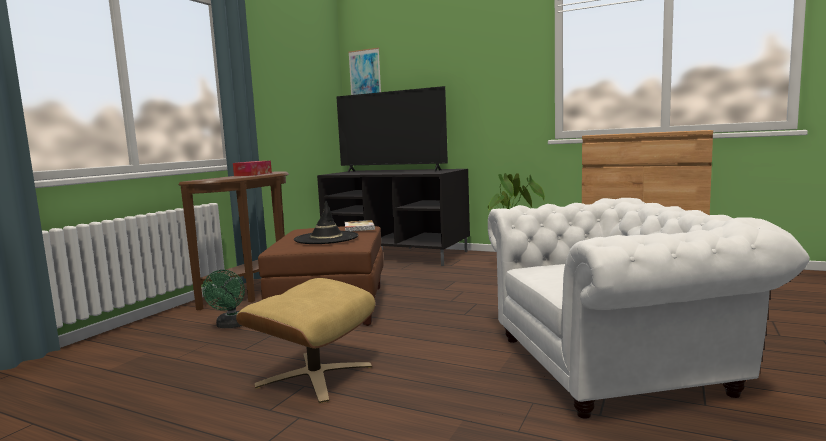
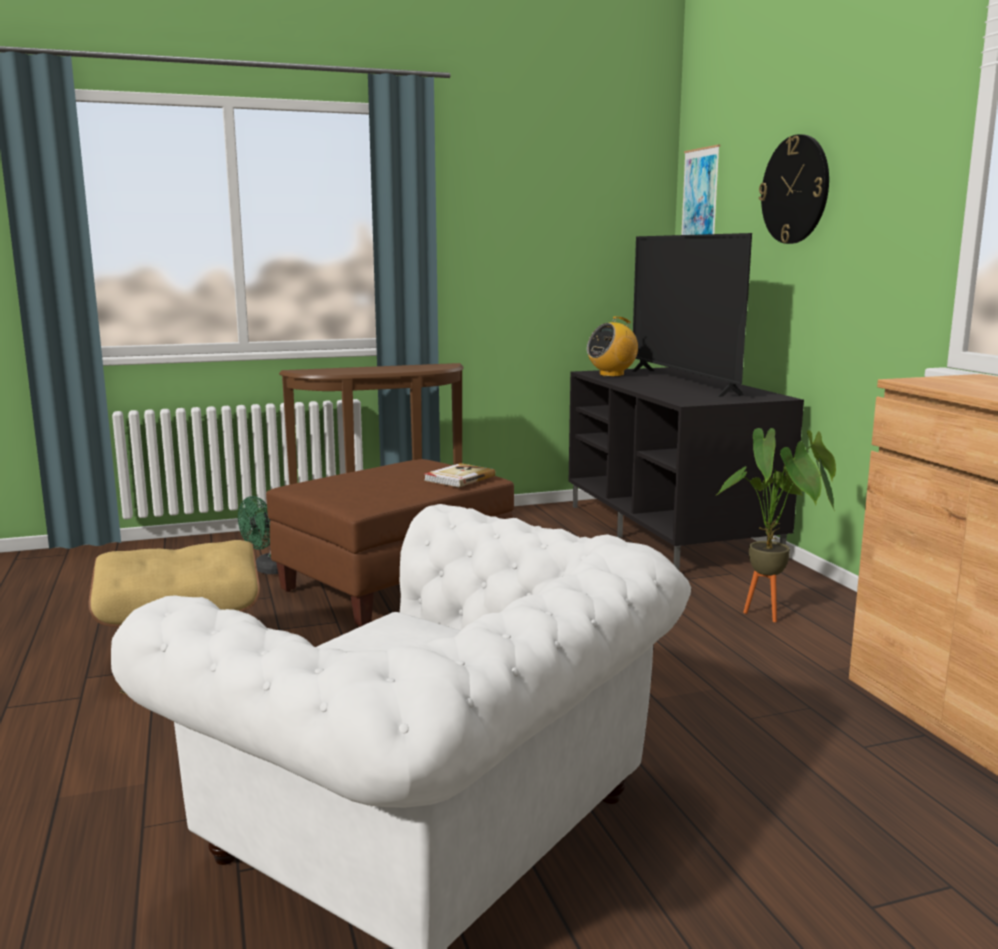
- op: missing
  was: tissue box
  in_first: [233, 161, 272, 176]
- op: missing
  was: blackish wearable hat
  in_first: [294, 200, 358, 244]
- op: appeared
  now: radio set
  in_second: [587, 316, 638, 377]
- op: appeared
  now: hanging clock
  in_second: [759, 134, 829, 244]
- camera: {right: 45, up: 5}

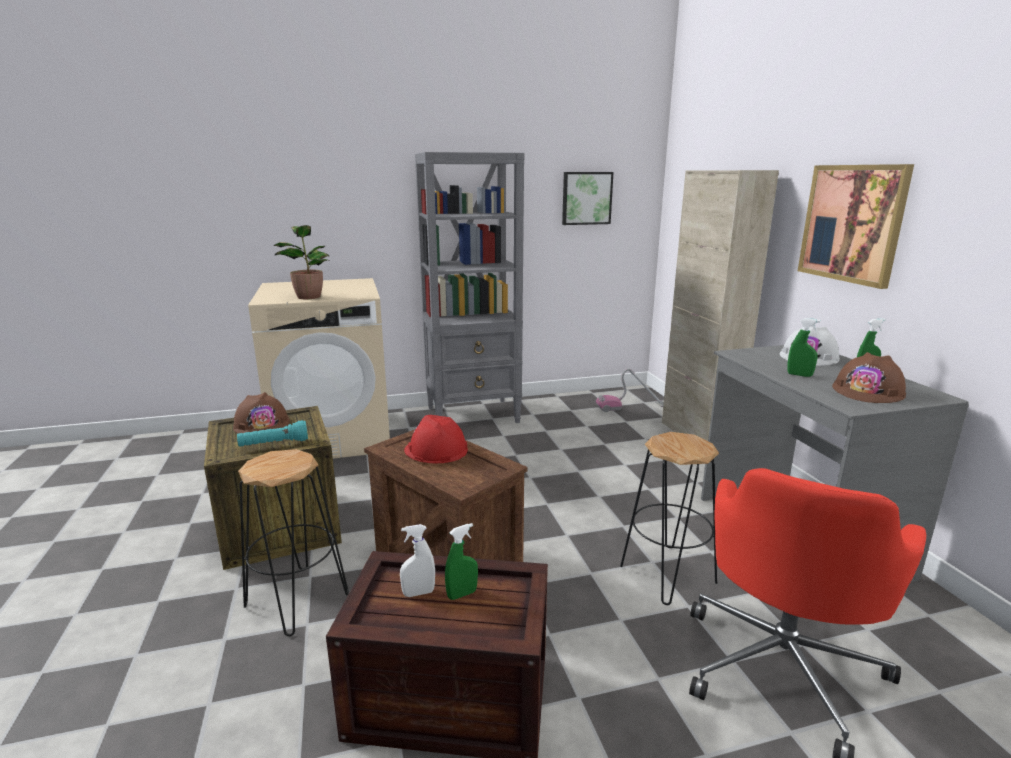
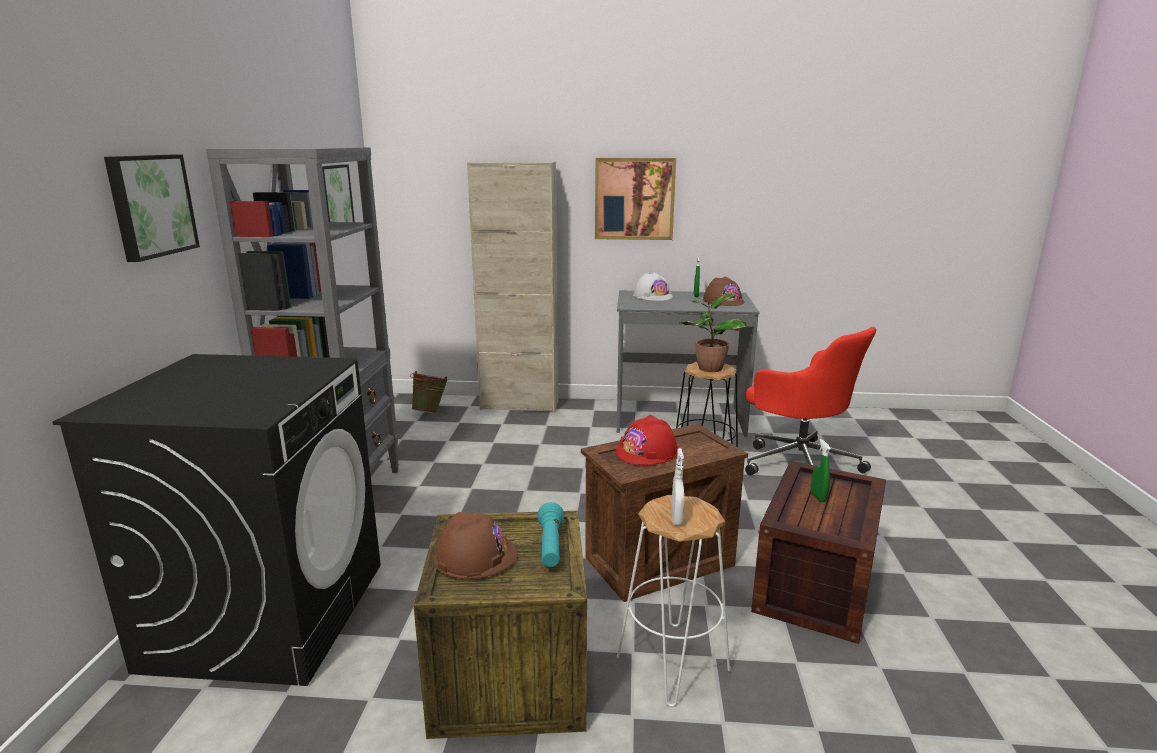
- op: missing
  was: greenish sprayer
  in_first: [787, 318, 820, 377]
- op: appeared
  now: wall art
  in_second: [104, 155, 200, 262]
- op: relocated
  was: houseplant
  in_first: [274, 225, 330, 299]
  in_second: [680, 294, 746, 372]
- op: relocated
  was: white sprayer
  in_first: [400, 524, 435, 597]
  in_second: [671, 448, 684, 526]
- op: exchanged
  was: vacuum cleaner
  now: greenish pail
  in_first: [596, 368, 664, 412]
  in_second: [410, 371, 448, 413]
- op: colour
  was: blackish sitting stool
  now: white sitting stool
  in_first: [238, 449, 349, 636]
  in_second: [617, 495, 730, 707]
- op: colour
  was: beige laundry machine
  now: blackish laundry machine
  in_first: [248, 278, 390, 459]
  in_second: [52, 354, 381, 686]
- camera: {right: -70, up: 0}

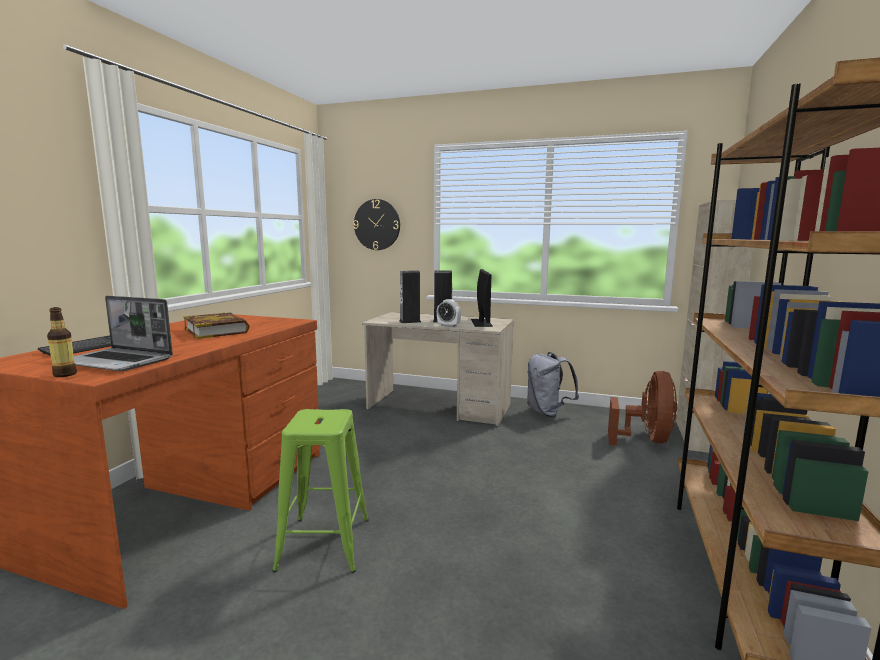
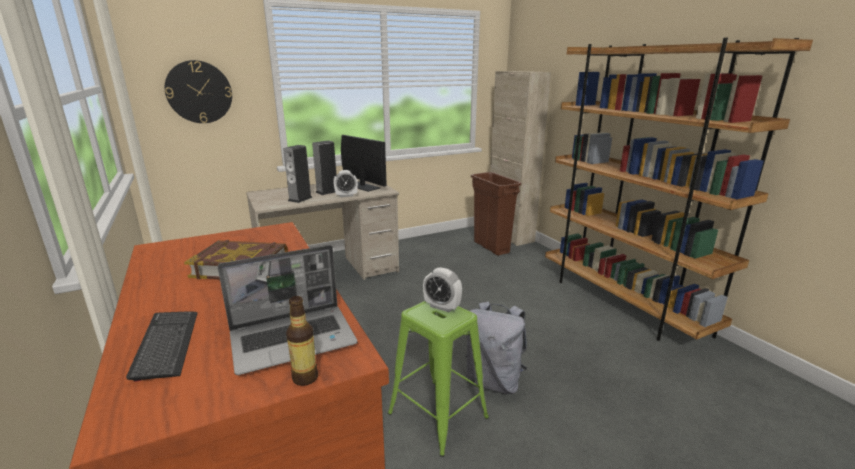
- op: appeared
  now: alarm clock
  in_second: [423, 267, 462, 312]
- op: relocated
  was: greyish backpack
  in_first: [527, 352, 579, 417]
  in_second: [465, 302, 527, 394]
- op: exchanged
  was: brownish cooling fan
  now: brownish rubbish bin
  in_first: [608, 371, 677, 446]
  in_second: [471, 172, 522, 256]
- camera: {right: -45, up: 10}

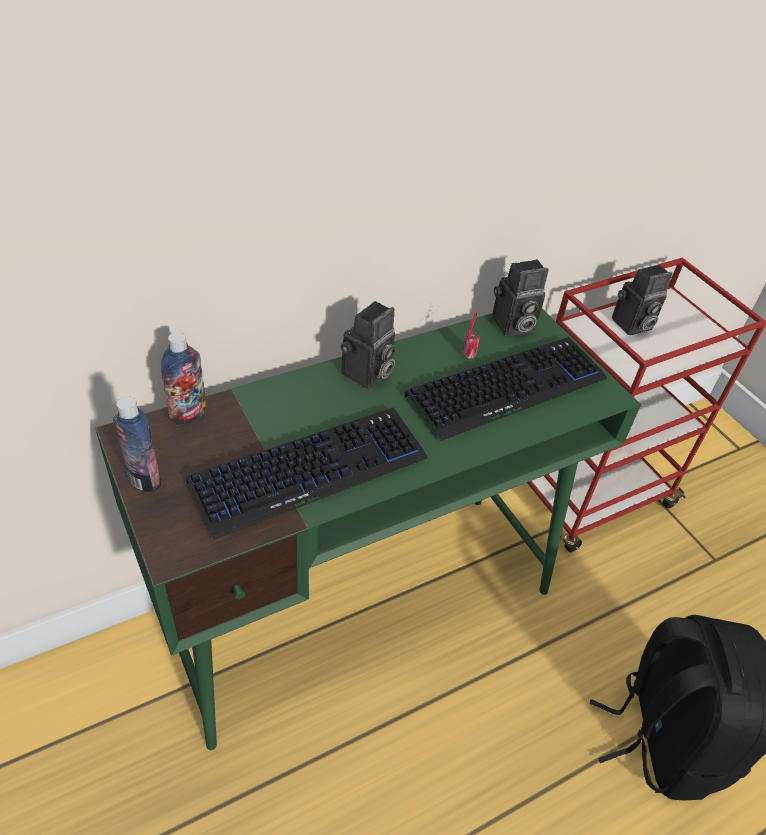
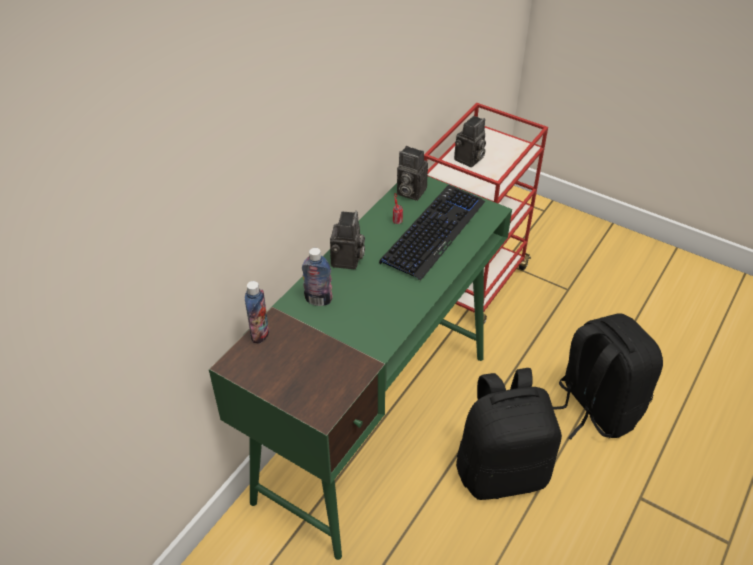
- op: missing
  was: computer keyboard
  in_first: [186, 408, 428, 540]
- op: appeared
  now: blackish backpack
  in_second: [456, 368, 562, 500]
- op: relocated
  was: beverage bottle
  in_first: [113, 396, 162, 492]
  in_second: [302, 248, 333, 306]
- op: spun
  was: still camera
  in_first: [492, 259, 548, 336]
  in_second: [397, 146, 428, 201]
  clockwise: 75
- camera: {right: -25, up: 0}

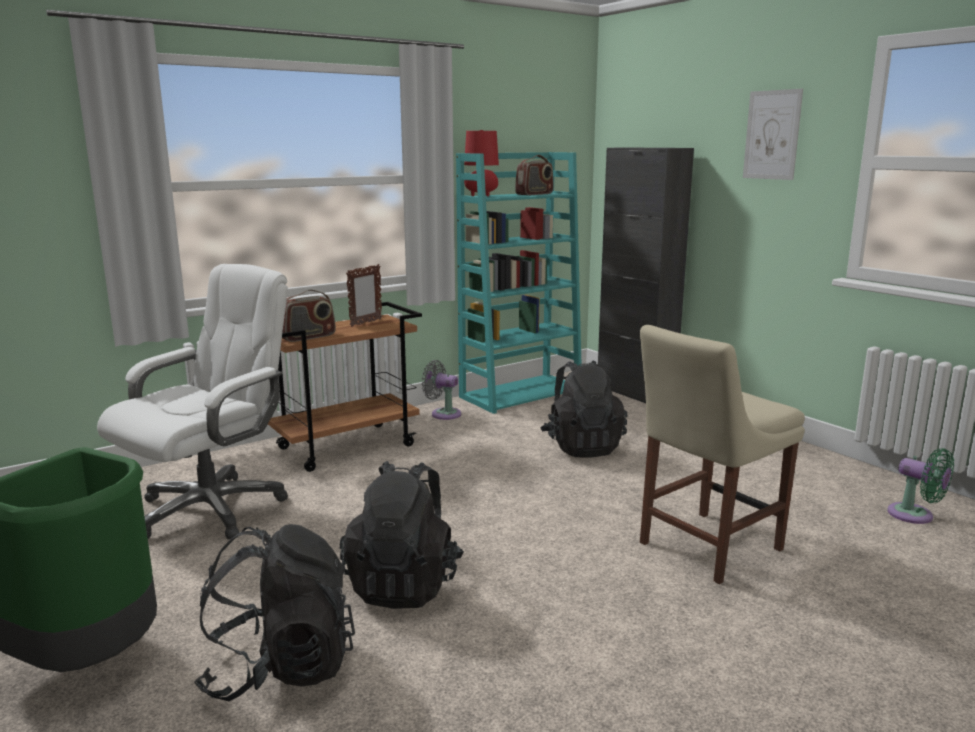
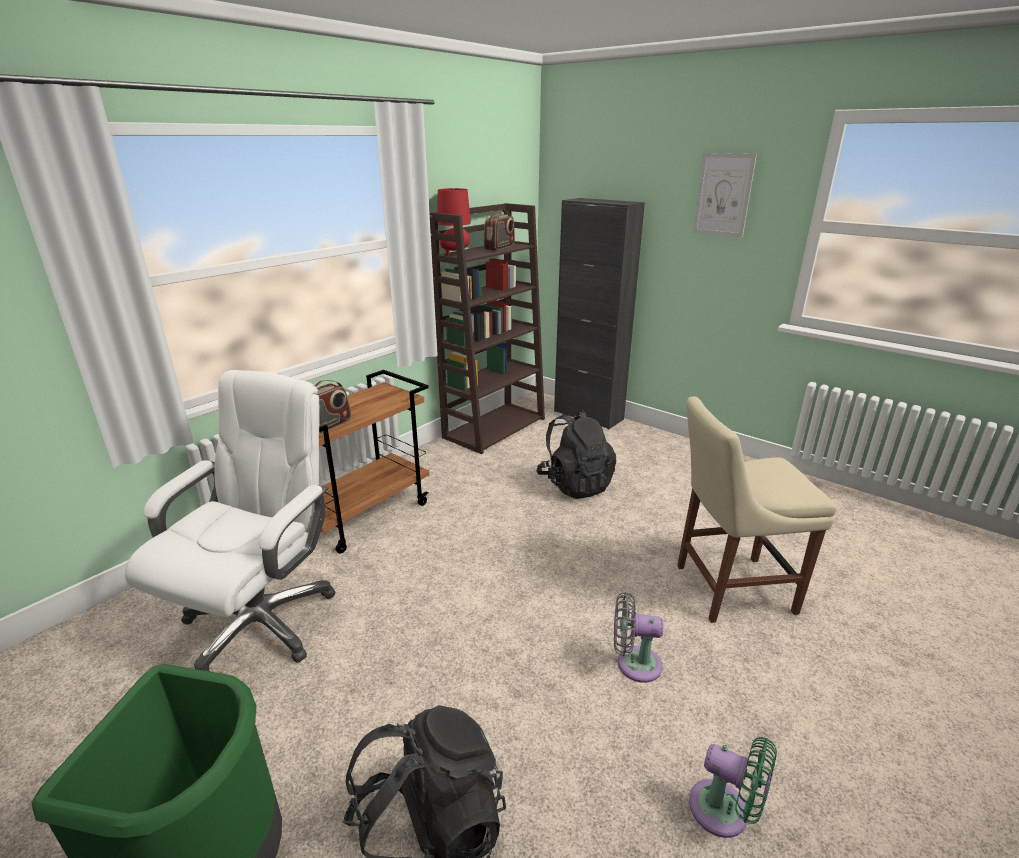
- op: missing
  was: blackish backpack
  in_first: [340, 461, 464, 609]
- op: missing
  was: photo frame
  in_first: [346, 264, 382, 327]
- op: relocated
  was: greyish cooling fan
  in_first: [422, 360, 461, 420]
  in_second: [614, 592, 663, 683]
- op: relocated
  was: greenish cooling fan
  in_first: [887, 448, 954, 524]
  in_second: [689, 737, 777, 838]
- op: colour
  was: blue-green shelving unit
  now: brownish shelving unit
  in_first: [456, 152, 581, 414]
  in_second: [429, 203, 545, 454]
- op: spun
  was: beige upright chair
  in_first: [640, 325, 805, 584]
  in_second: [677, 396, 837, 623]
  clockwise: 45
- camera: {right: -15, up: 10}

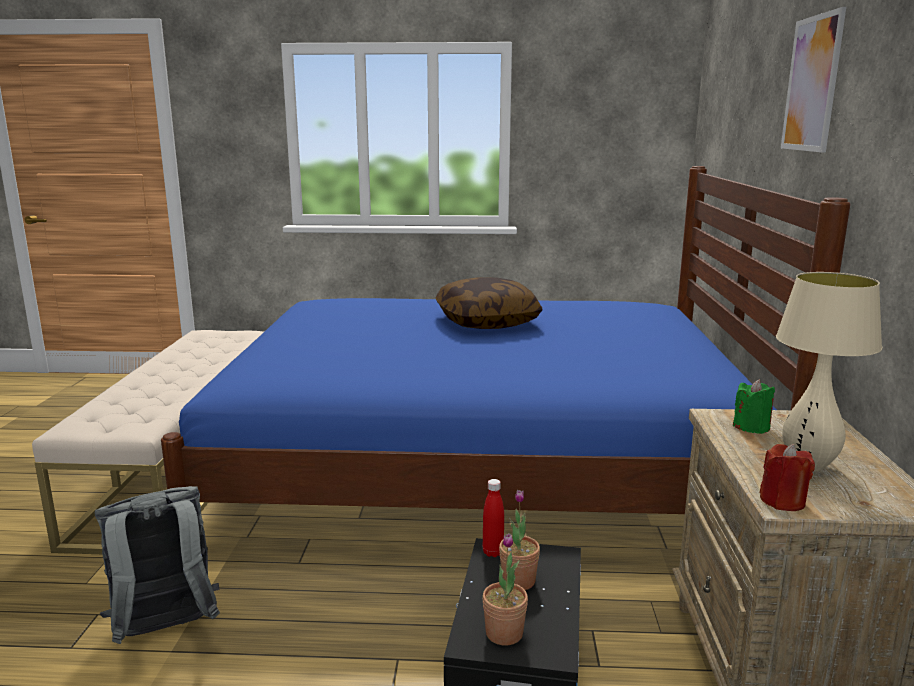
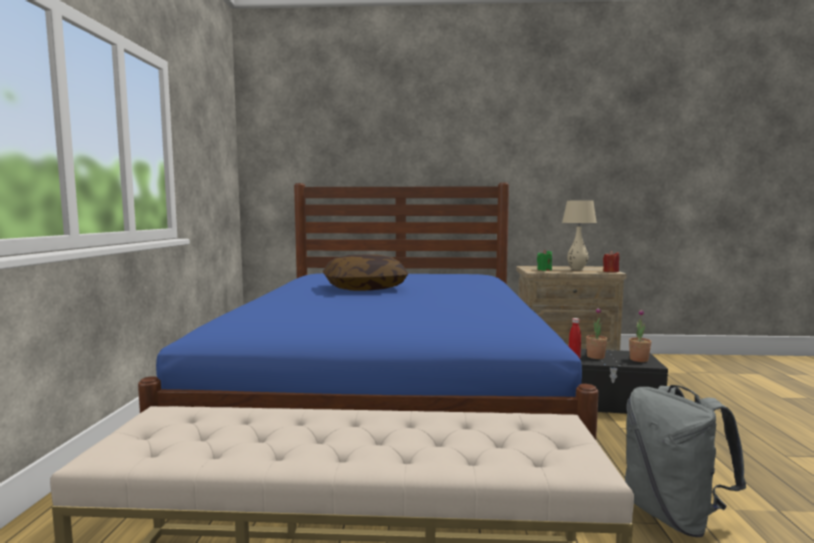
- op: missing
  was: wall art
  in_first: [781, 7, 846, 153]
- camera: {right: -90, up: -10}

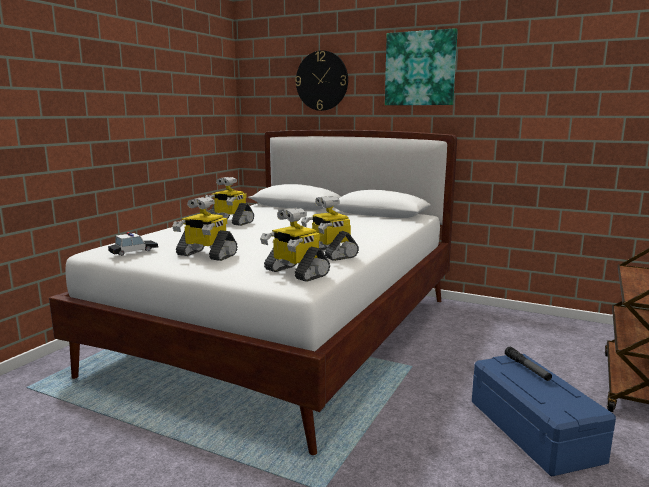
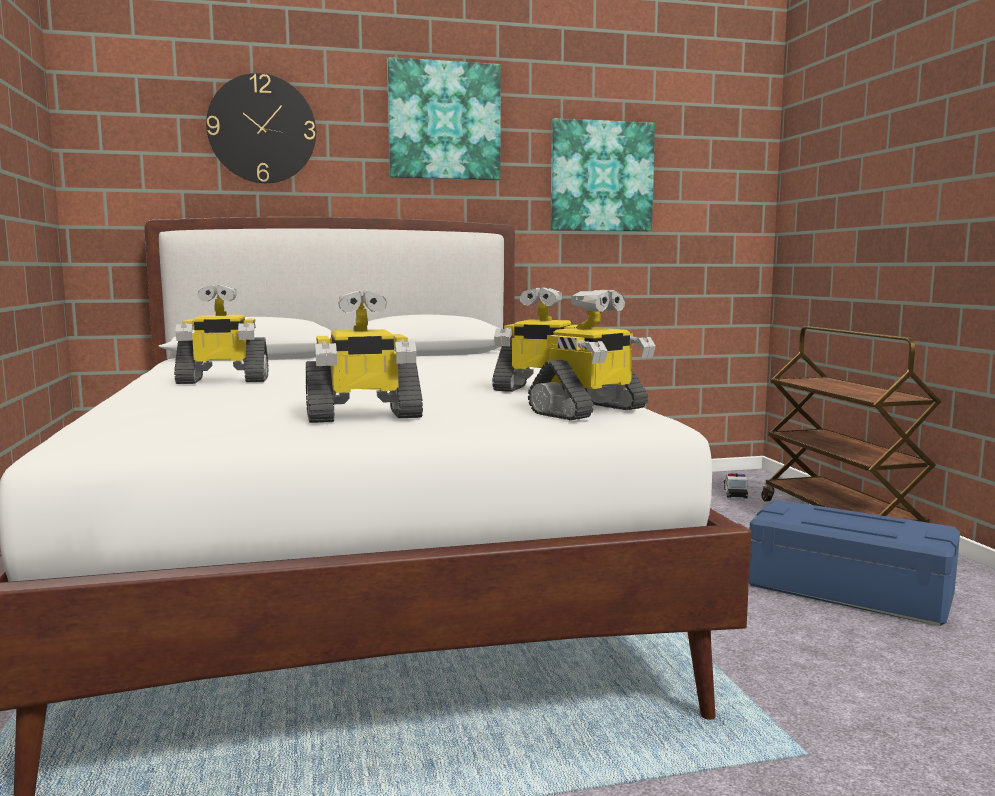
- op: missing
  was: hand torch
  in_first: [505, 347, 552, 381]
- op: appeared
  now: wall art
  in_second: [551, 118, 655, 231]
- op: relocated
  was: toy car
  in_first: [108, 232, 159, 256]
  in_second: [723, 473, 748, 498]
- op: spun
  was: robot figure
  in_first: [260, 208, 330, 282]
  in_second: [528, 290, 656, 420]
  clockwise: -45
- camera: {right: -40, up: -5}

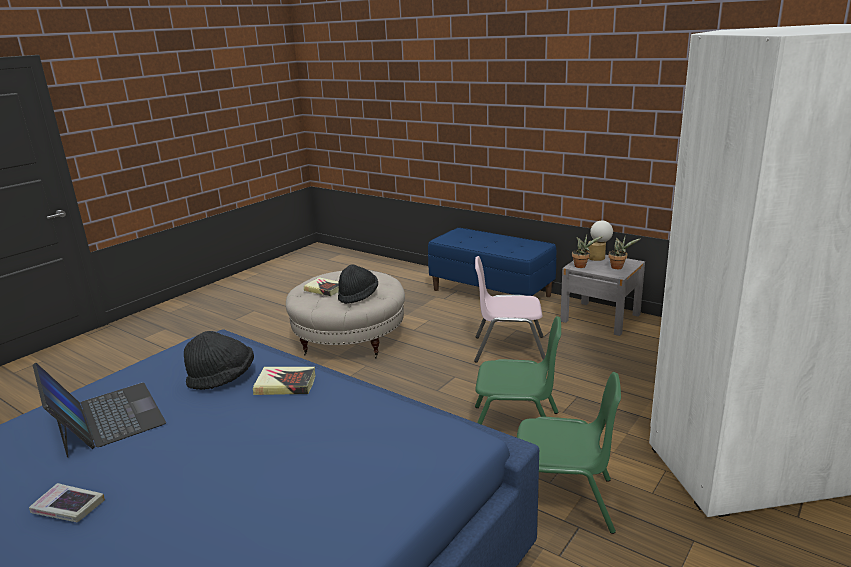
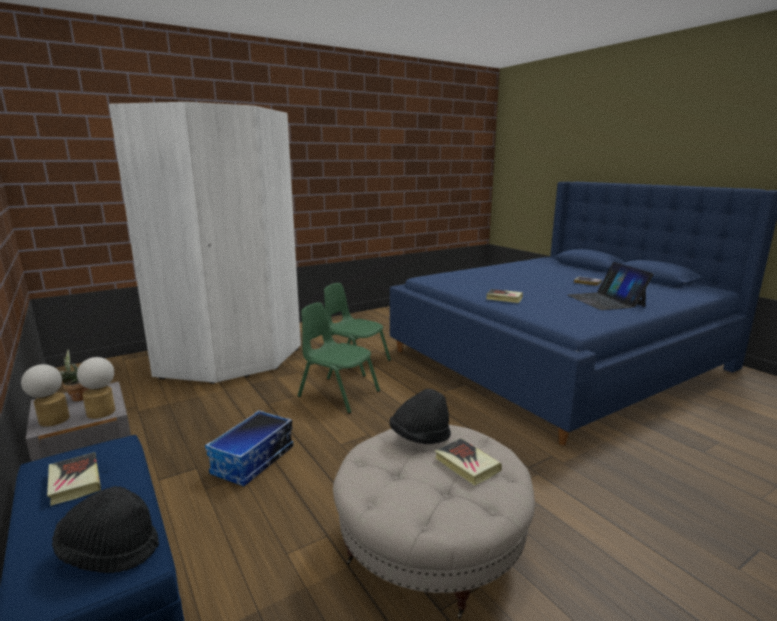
- op: appeared
  now: volume
  in_second: [47, 452, 101, 506]
- op: relocated
  was: blackish wearable hat
  in_first: [184, 331, 254, 390]
  in_second: [52, 486, 159, 573]
- op: exchanged
  was: pinkish upright chair
  now: storage bin
  in_first: [474, 256, 545, 362]
  in_second: [205, 410, 293, 486]
- op: exchanged
  was: houseplant
  now: tabletop lamp
  in_first: [572, 234, 603, 268]
  in_second: [77, 357, 115, 419]
- camera: {right: -160, up: -5}

